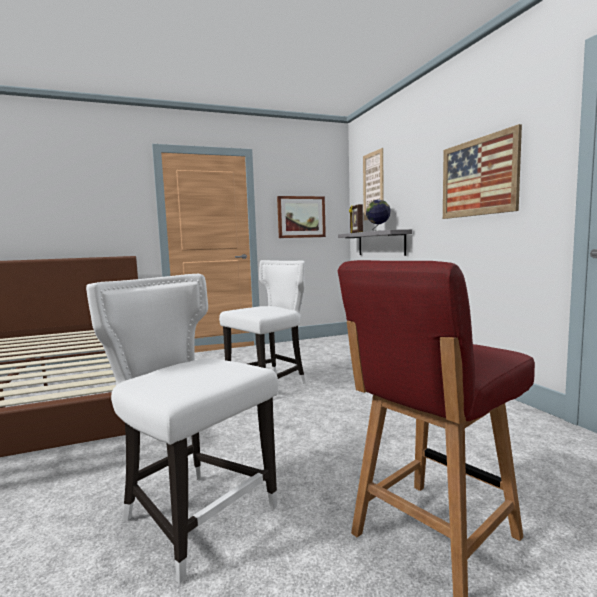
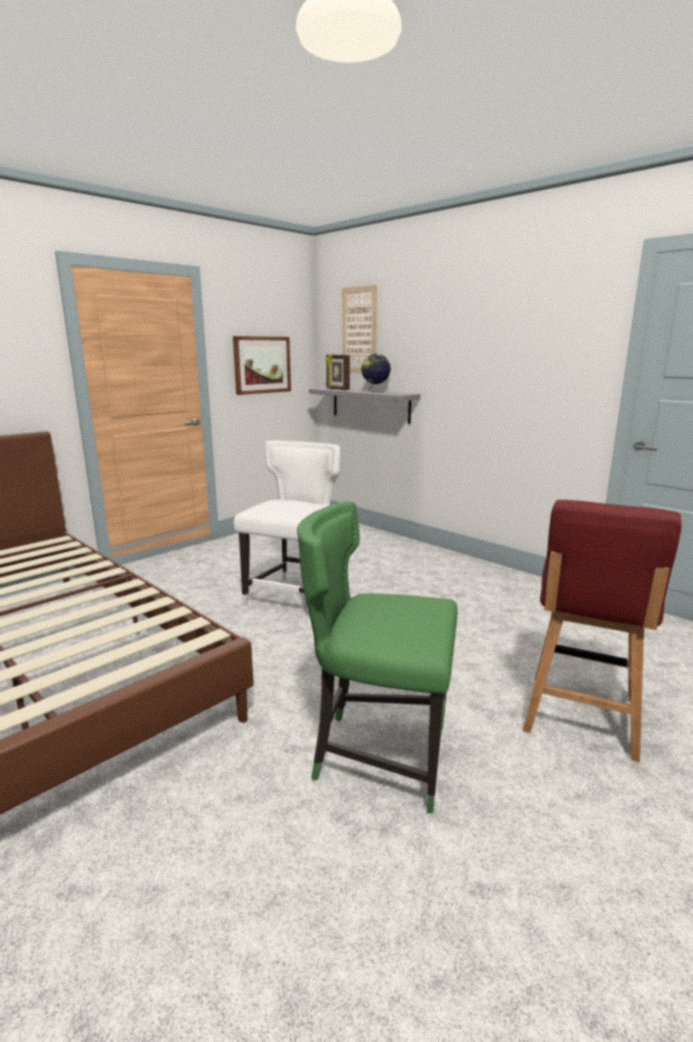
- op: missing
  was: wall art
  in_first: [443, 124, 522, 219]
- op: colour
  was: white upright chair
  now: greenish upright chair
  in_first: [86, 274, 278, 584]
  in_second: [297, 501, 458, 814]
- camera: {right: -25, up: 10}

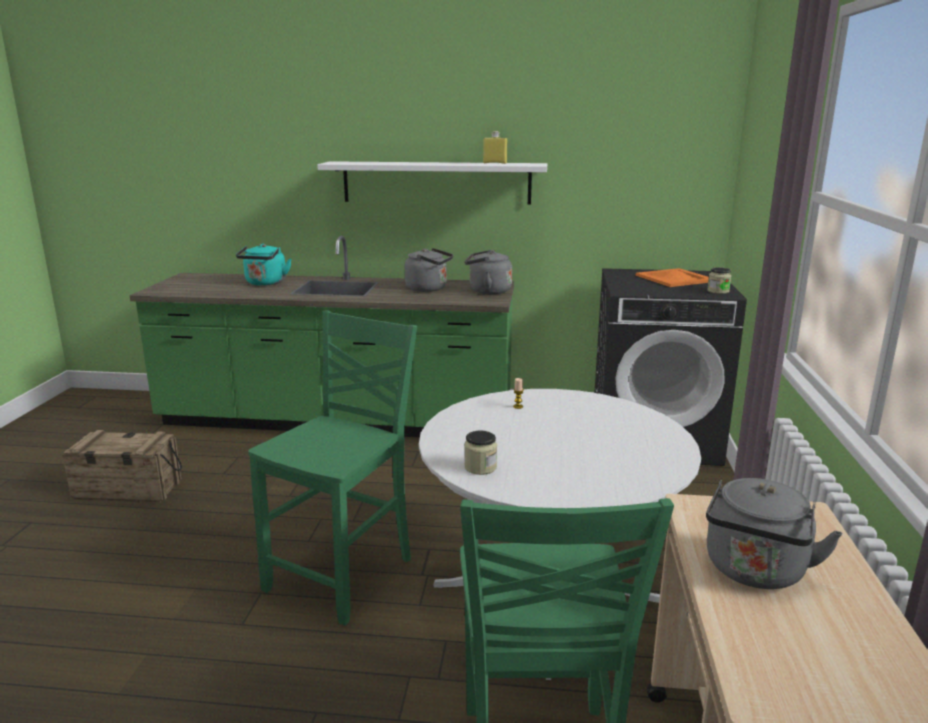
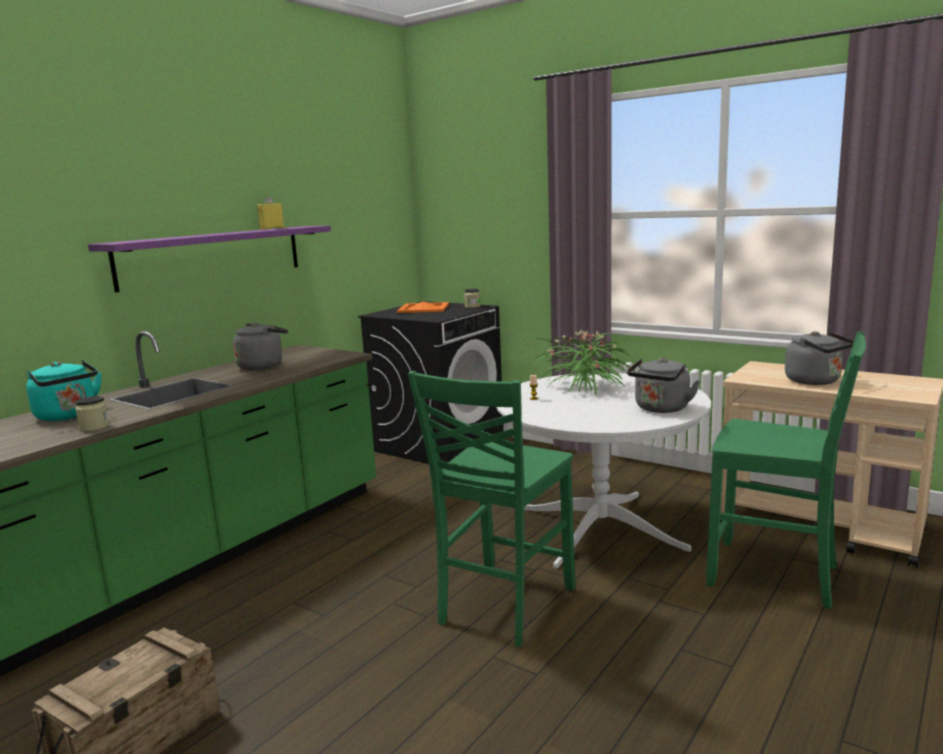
- op: appeared
  now: houseplant
  in_second: [532, 330, 635, 396]
- op: relocated
  was: storage jar
  in_first: [464, 431, 497, 475]
  in_second: [75, 396, 110, 431]
- op: relocated
  was: greyish kettle
  in_first: [465, 250, 512, 294]
  in_second: [627, 358, 700, 413]
- op: colour
  was: white wall shelf
  now: purplish wall shelf
  in_first: [317, 161, 547, 204]
  in_second: [88, 226, 331, 293]
- op: spun
  was: greenish upright chair
  in_first: [248, 311, 417, 626]
  in_second: [408, 371, 575, 647]
  clockwise: -120
- camera: {right: -60, up: -5}

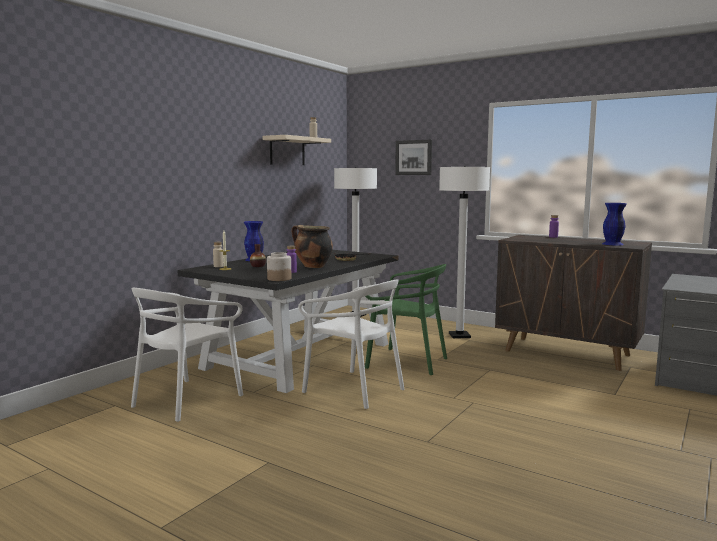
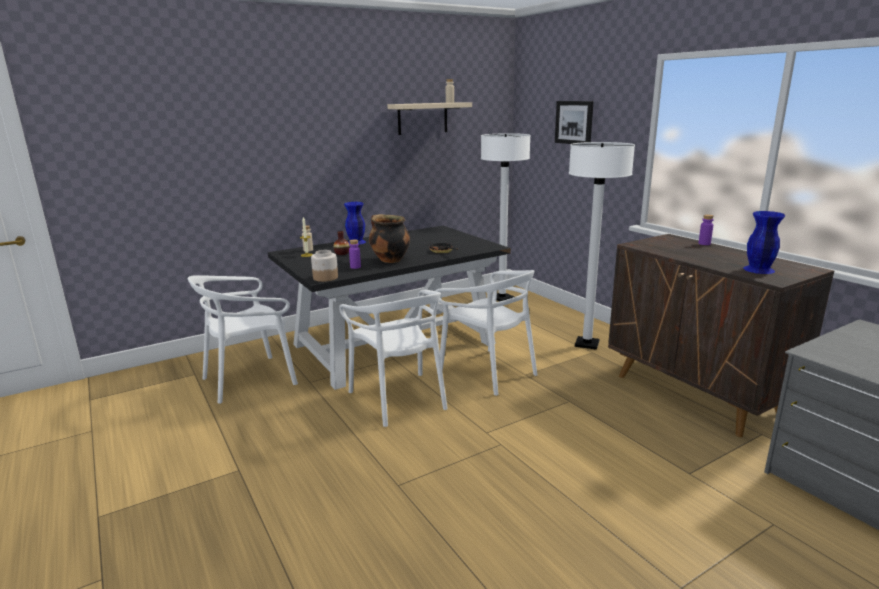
- op: colour
  was: greenish upright chair
  now: white upright chair
  in_first: [365, 264, 447, 375]
  in_second: [436, 270, 538, 396]
- camera: {right: 25, up: 10}

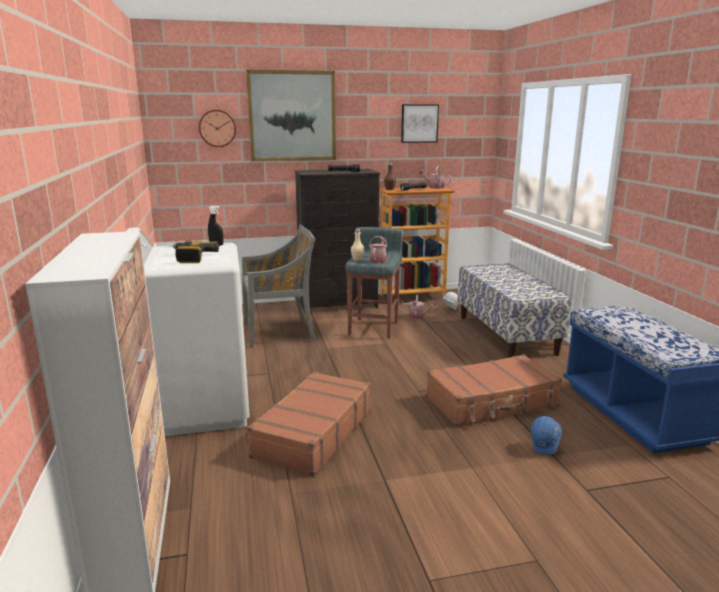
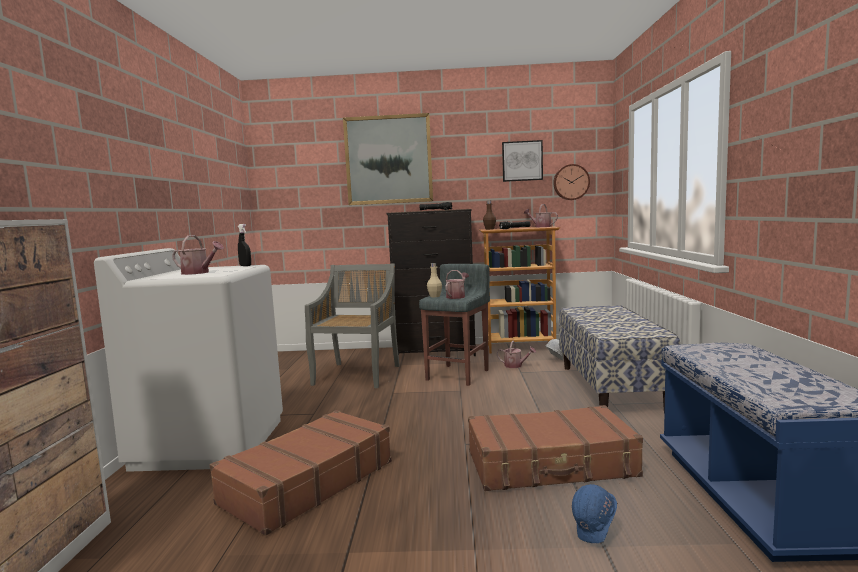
- op: relocated
  was: hanging clock
  in_first: [199, 110, 236, 147]
  in_second: [553, 164, 590, 200]
- op: exchanged
  was: electric drill
  now: sprinkling can
  in_first: [172, 241, 219, 263]
  in_second: [172, 235, 224, 275]
- op: spun
  was: greyish upright chair
  in_first: [242, 225, 316, 348]
  in_second: [305, 264, 400, 388]
  clockwise: -75
- camera: {right: 15, up: -10}

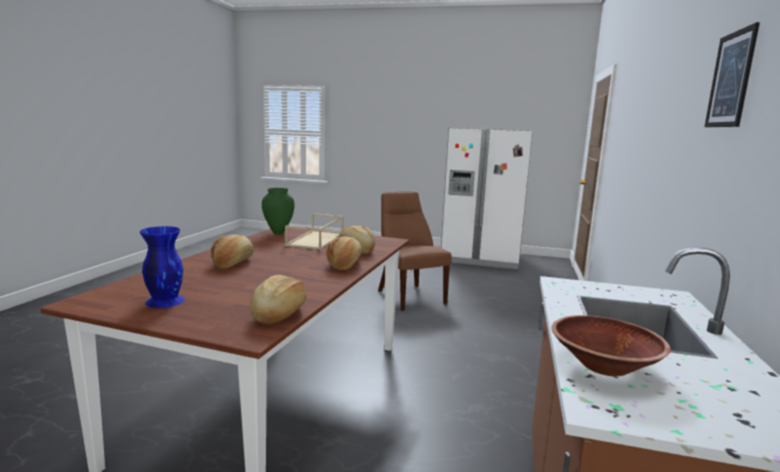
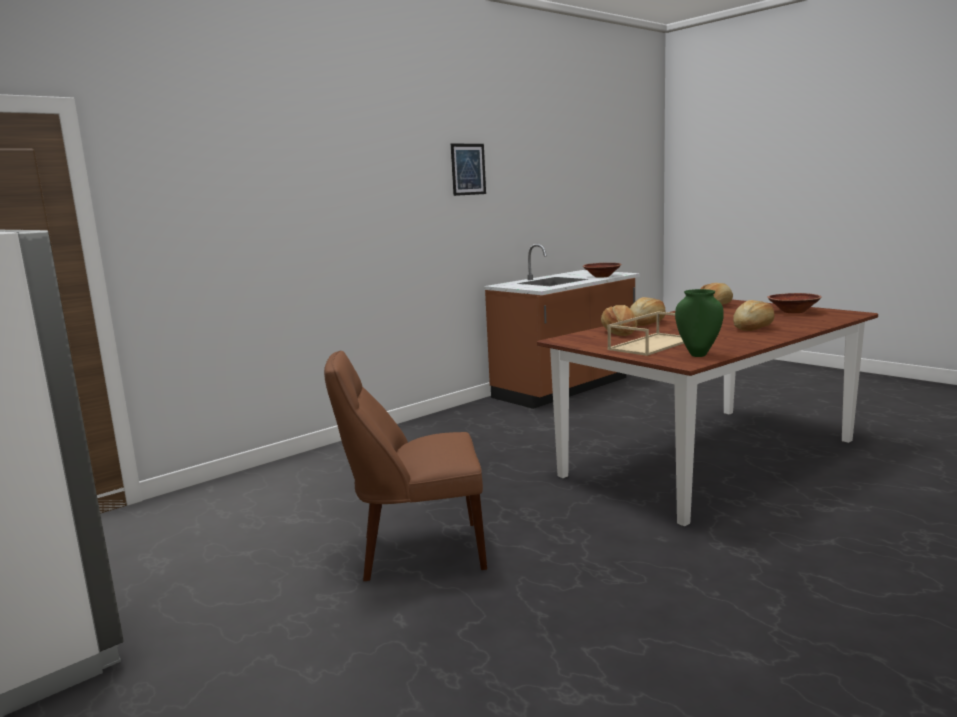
- op: exchanged
  was: blue-coloured decorative vase
  now: brownish bowl
  in_first: [140, 226, 185, 308]
  in_second: [767, 293, 822, 313]
- op: spun
  was: brownish upright chair
  in_first: [378, 192, 452, 311]
  in_second: [324, 351, 487, 581]
  clockwise: 75
- camera: {right: -145, up: 0}

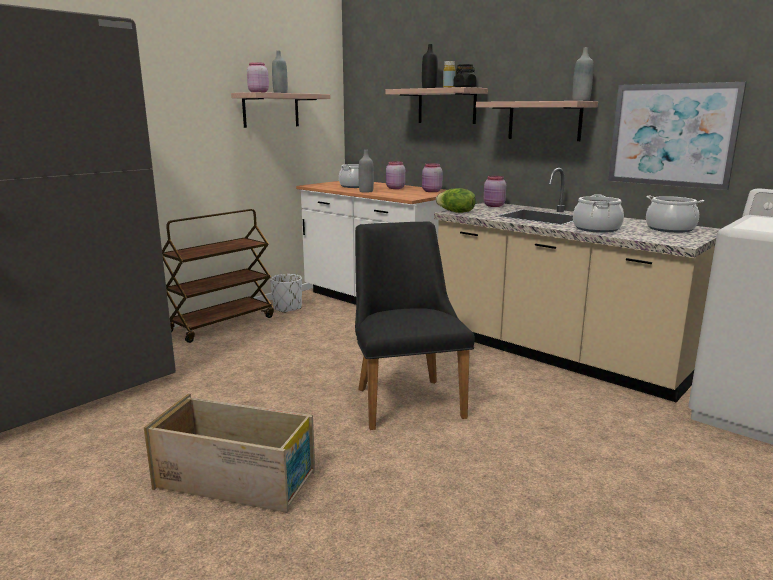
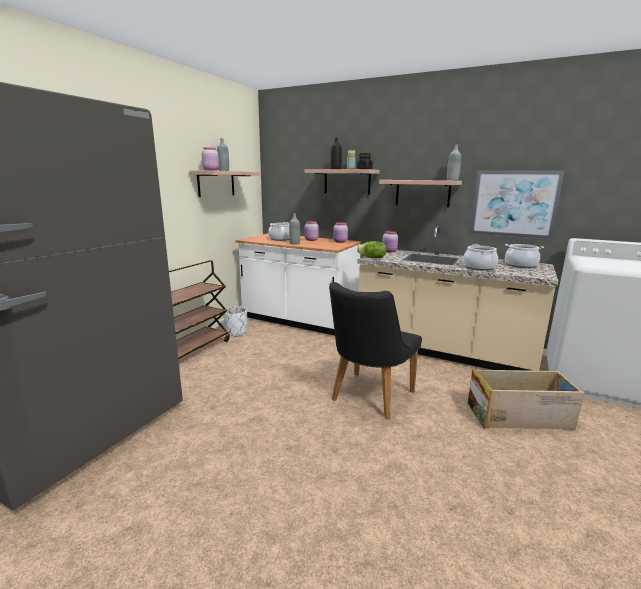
- op: relocated
  was: crate
  in_first: [144, 394, 315, 513]
  in_second: [468, 367, 585, 429]
- op: spun
  was: blackish upright chair
  in_first: [355, 221, 475, 430]
  in_second: [329, 282, 422, 420]
  clockwise: -120
- camera: {right: -15, up: 0}

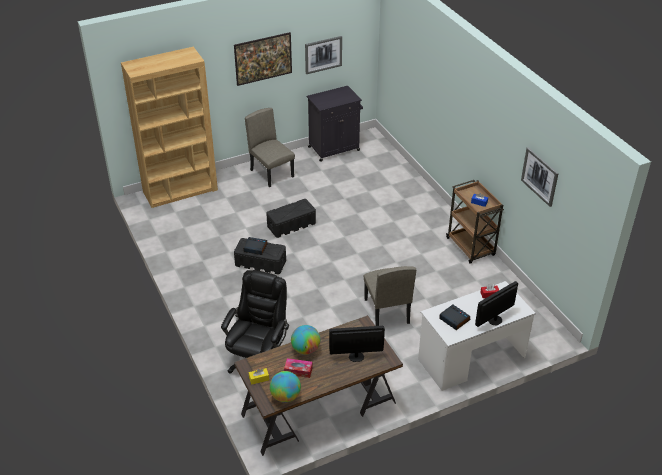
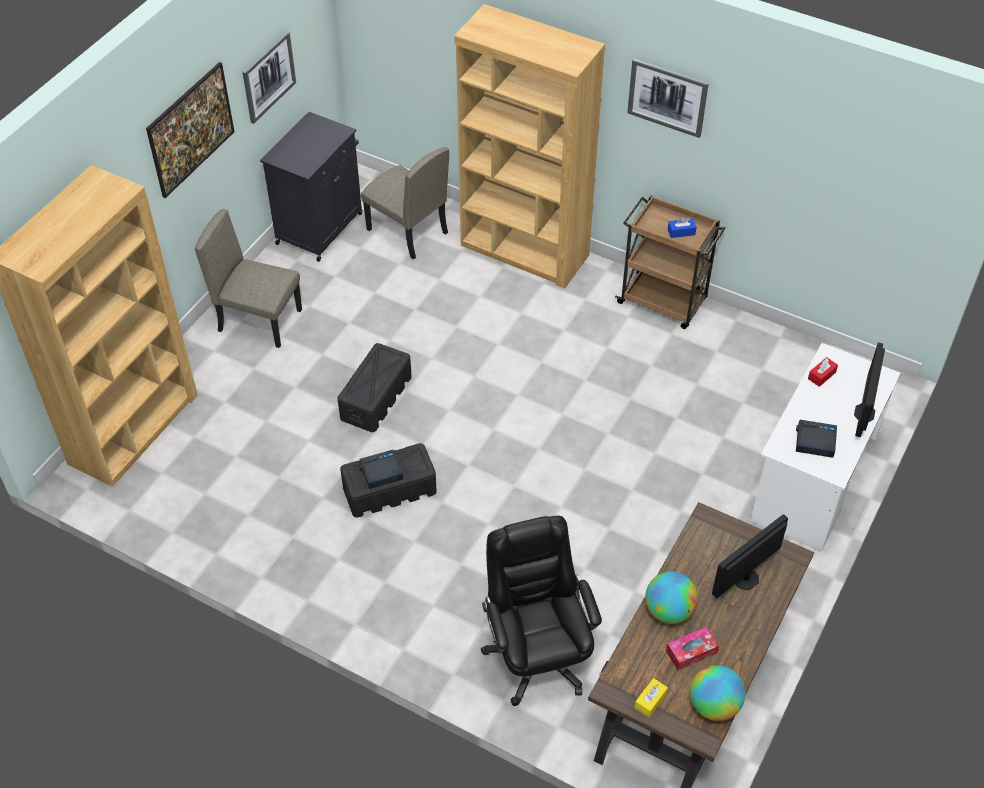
- op: appeared
  now: brownish shelving unit
  in_second: [454, 4, 605, 288]
- op: relocated
  was: beige upright chair
  in_first: [364, 266, 416, 326]
  in_second: [361, 147, 449, 260]
- op: relocated
  was: wall art
  in_first: [521, 147, 559, 207]
  in_second: [627, 58, 709, 138]
- camera: {right: -35, up: 10}

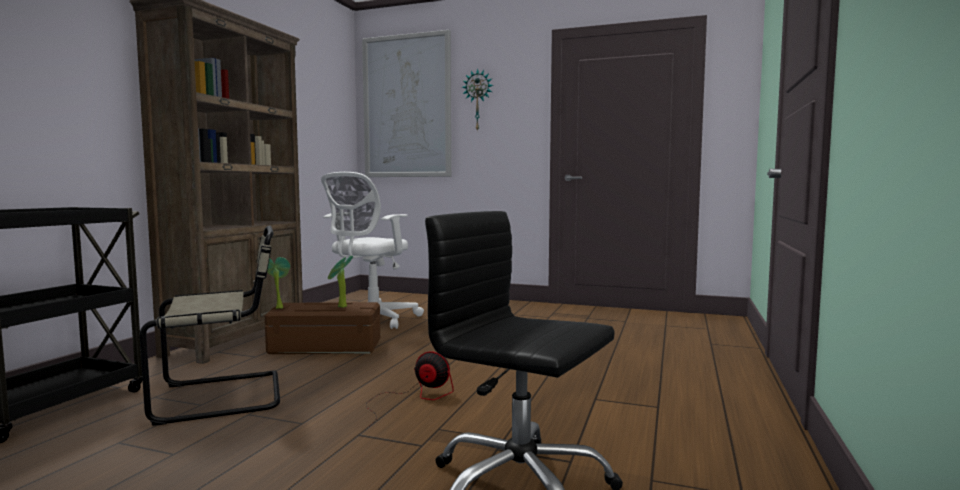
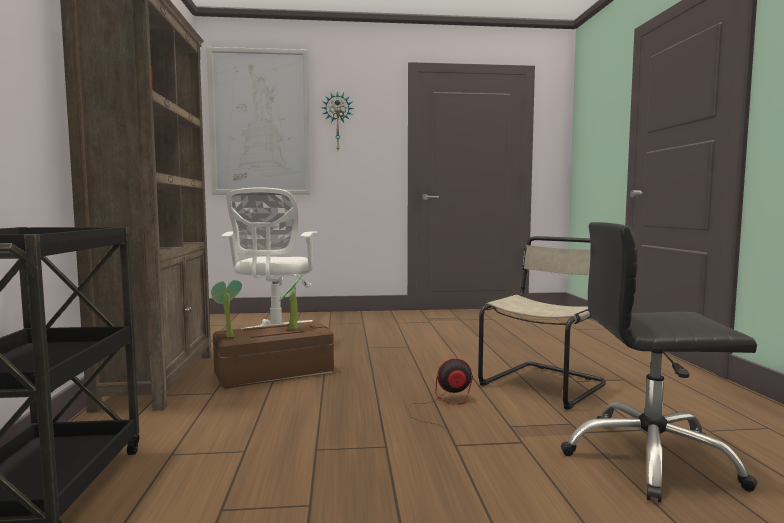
- op: relocated
  was: beige upright chair
  in_first: [140, 225, 280, 426]
  in_second: [478, 236, 606, 409]
- camera: {right: -25, up: 0}

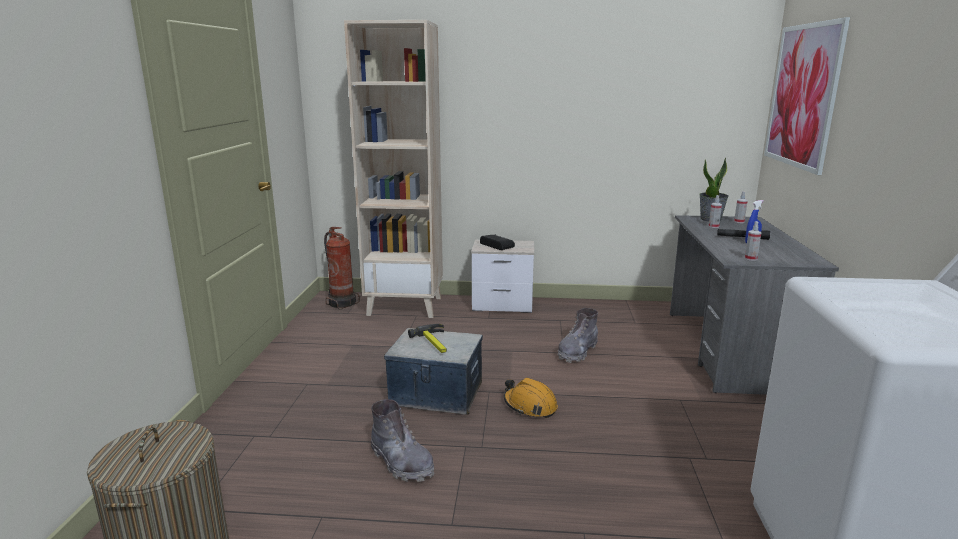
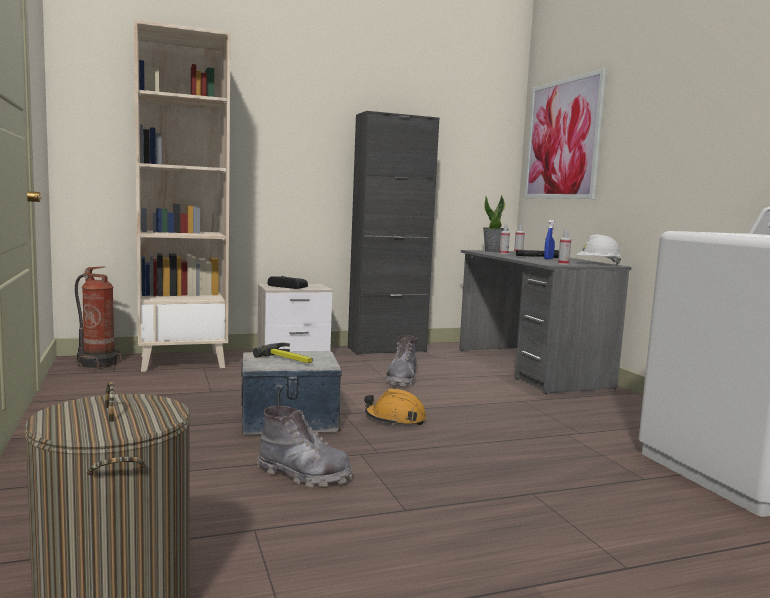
- op: appeared
  now: blackish storage cabinet
  in_second: [348, 111, 439, 355]
- op: appeared
  now: white work helmet
  in_second: [576, 235, 621, 265]
- camera: {right: -25, up: -10}

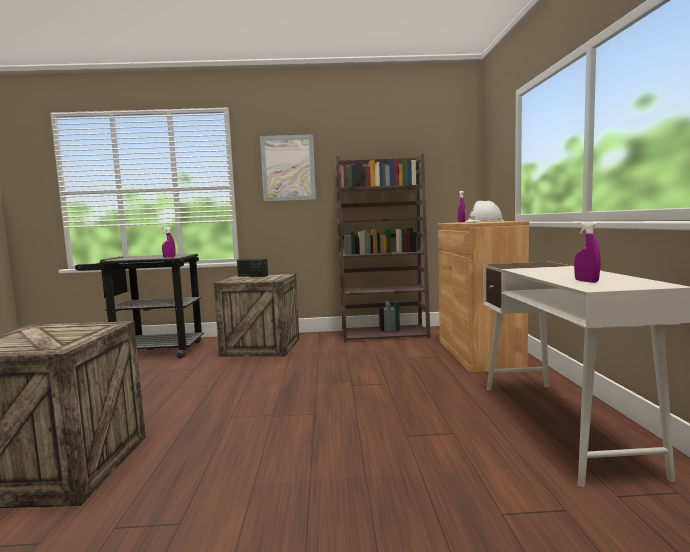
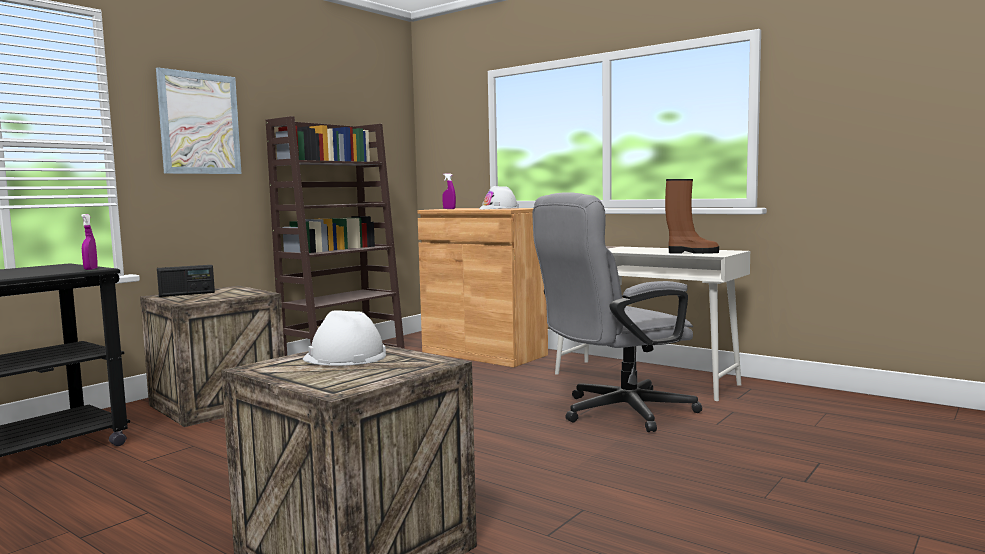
- op: appeared
  now: white work helmet
  in_second: [303, 310, 386, 366]
- op: appeared
  now: greyish desk chair
  in_second: [532, 192, 702, 432]
- op: exchanged
  was: purplish sprayer
  now: brownish high-top boot
  in_first: [574, 221, 601, 283]
  in_second: [665, 179, 719, 254]
- camera: {right: -50, up: 0}

